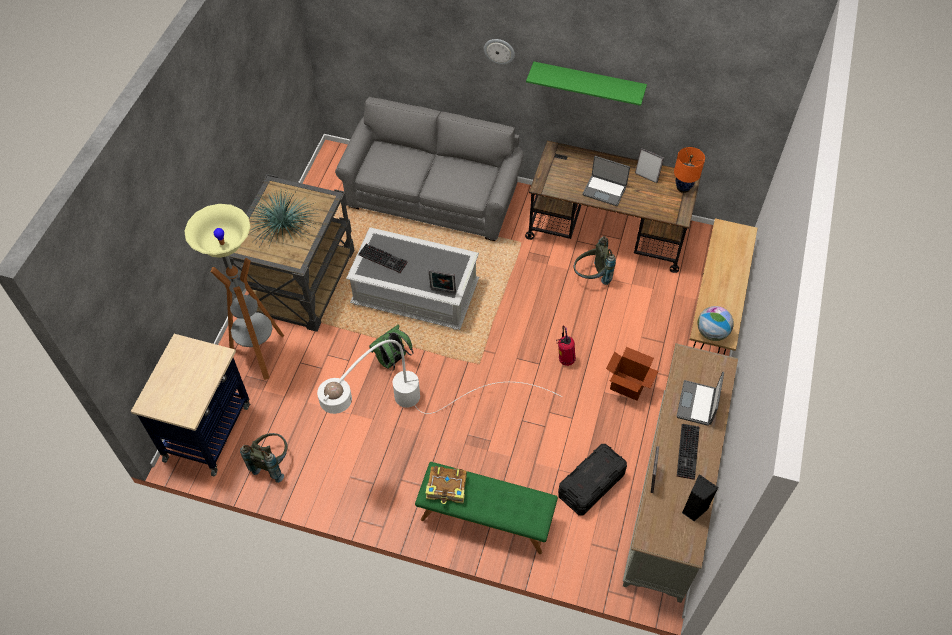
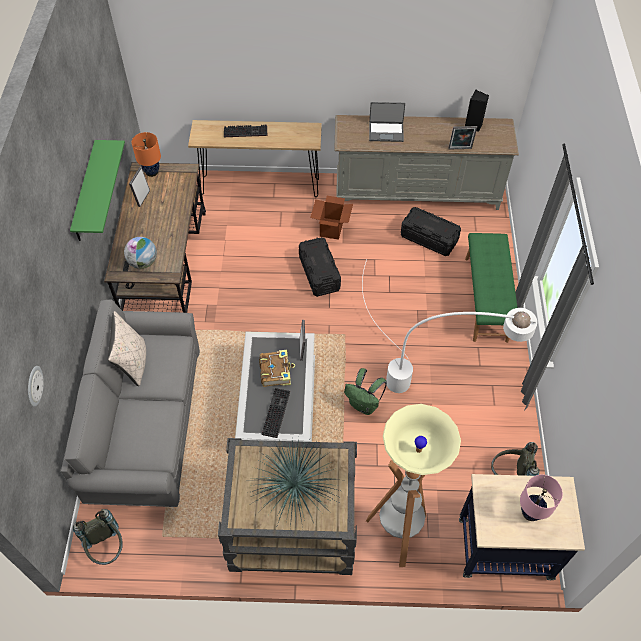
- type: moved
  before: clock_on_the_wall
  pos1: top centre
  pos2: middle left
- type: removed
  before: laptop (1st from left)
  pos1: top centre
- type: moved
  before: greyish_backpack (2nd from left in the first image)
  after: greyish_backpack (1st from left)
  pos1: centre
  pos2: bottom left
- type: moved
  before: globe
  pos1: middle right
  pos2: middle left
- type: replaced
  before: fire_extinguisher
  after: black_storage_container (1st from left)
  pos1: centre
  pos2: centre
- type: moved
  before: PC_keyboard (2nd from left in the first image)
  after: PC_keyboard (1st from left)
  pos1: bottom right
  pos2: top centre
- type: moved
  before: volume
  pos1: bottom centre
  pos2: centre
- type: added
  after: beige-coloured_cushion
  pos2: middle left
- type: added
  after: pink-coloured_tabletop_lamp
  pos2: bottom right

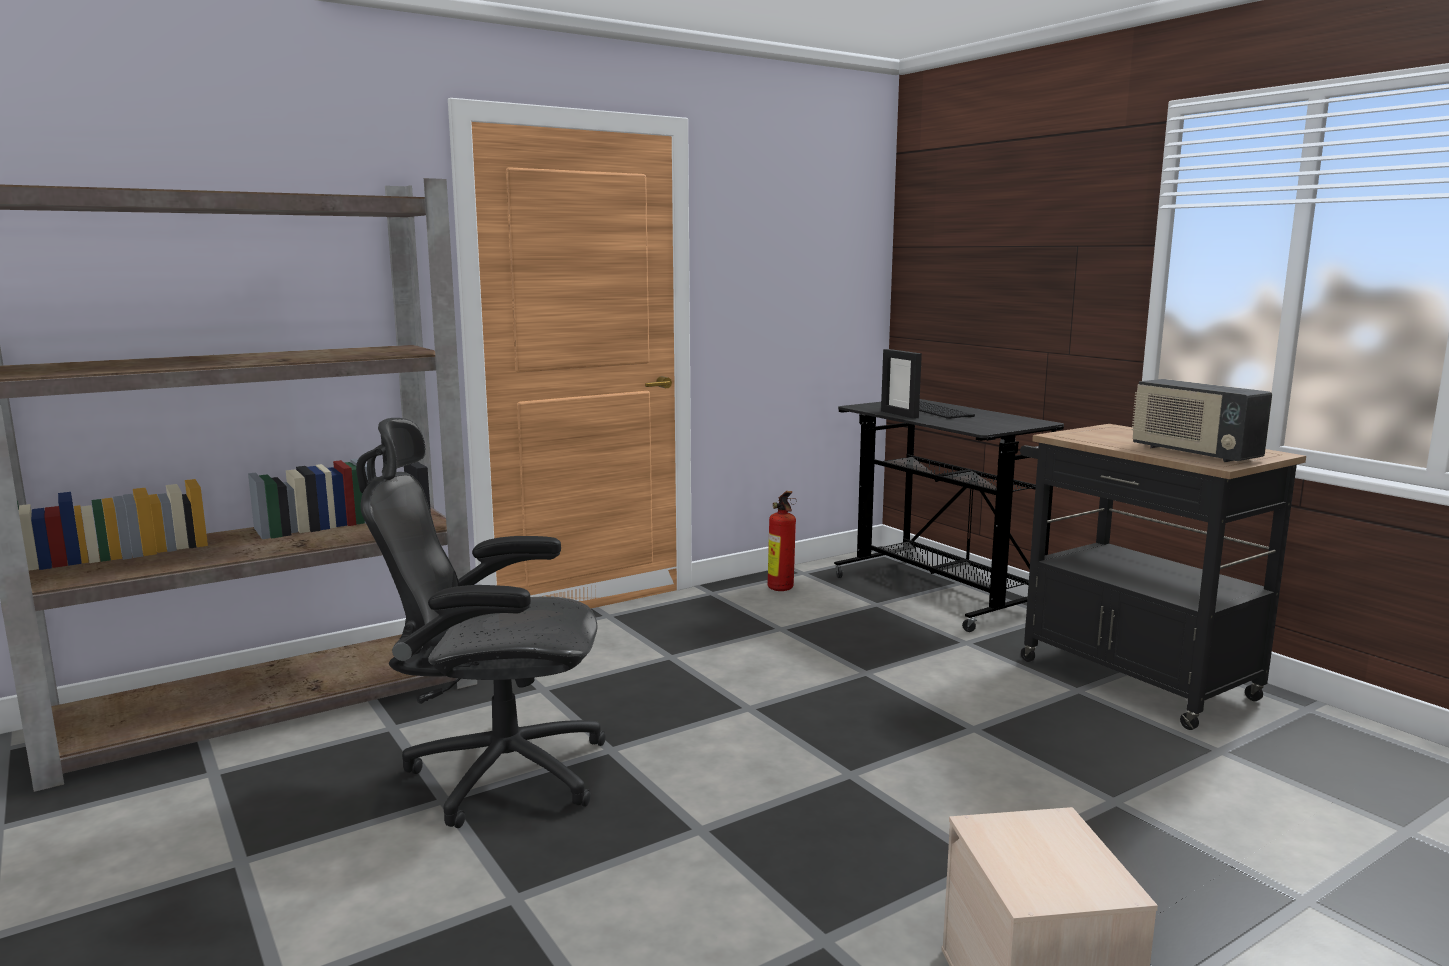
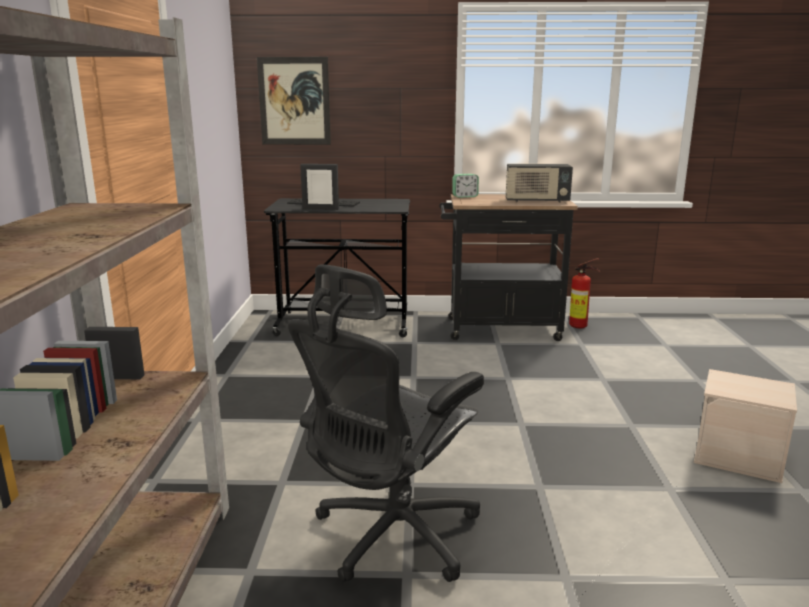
- type: moved
  before: fire_extinguisher
  pos1: centre
  pos2: middle right
- type: added
  after: wall_art
  pos2: top centre
- type: added
  after: table_clock
  pos2: top centre

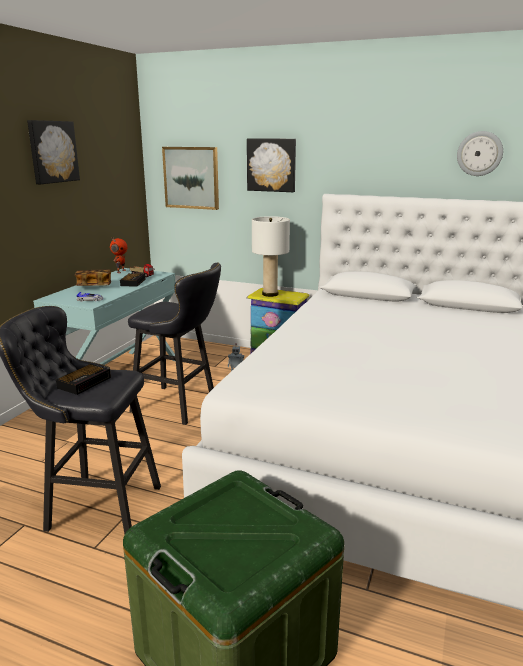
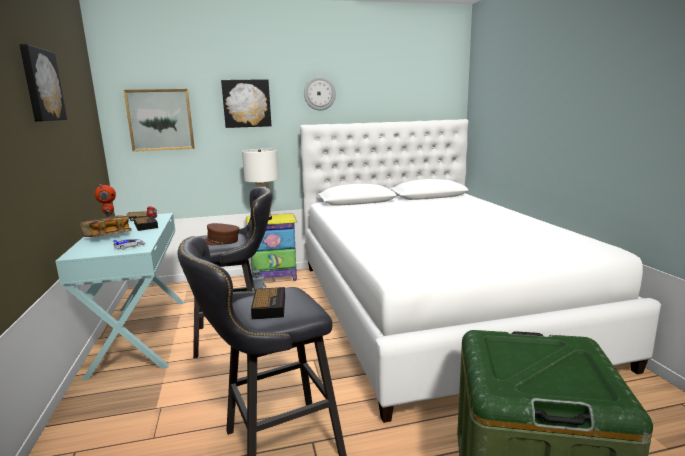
- type: moved
  before: clock_on_the_wall
  pos1: top right
  pos2: top centre
- type: added
  after: brown_baseball_cap
  pos2: middle left

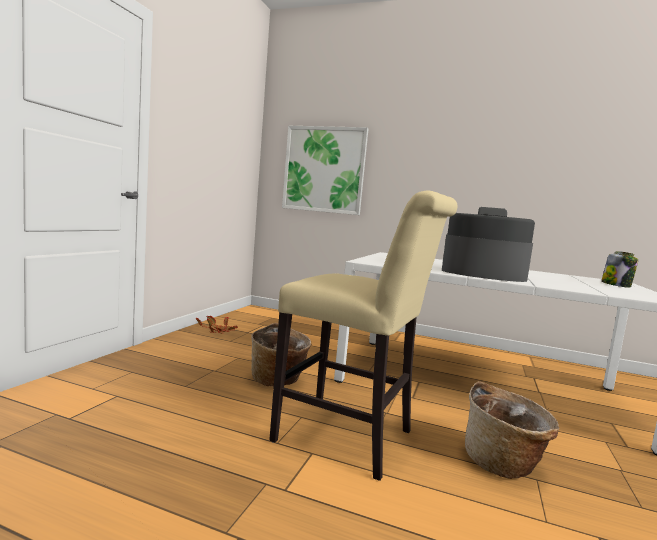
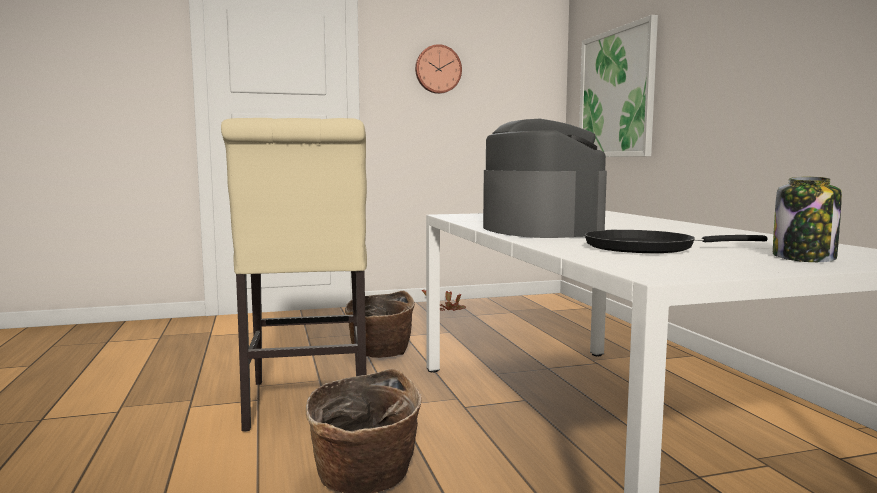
- type: added
  after: clock_on_the_wall
  pos2: top centre
- type: added
  after: black_skillet
  pos2: middle right

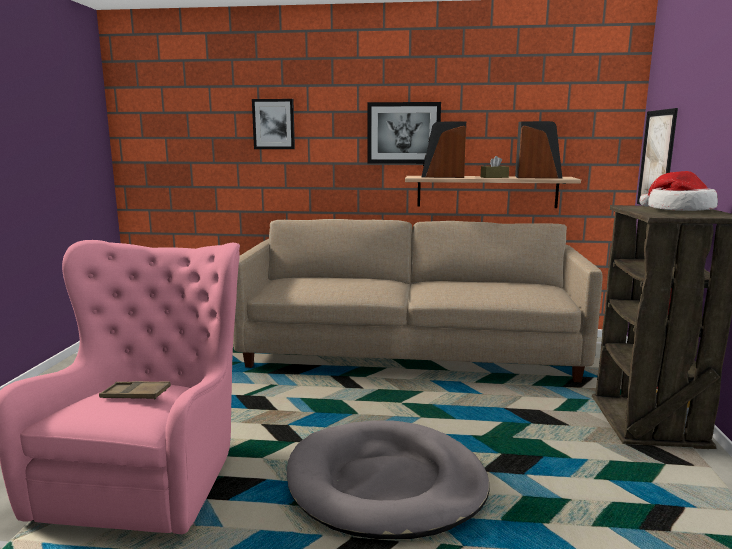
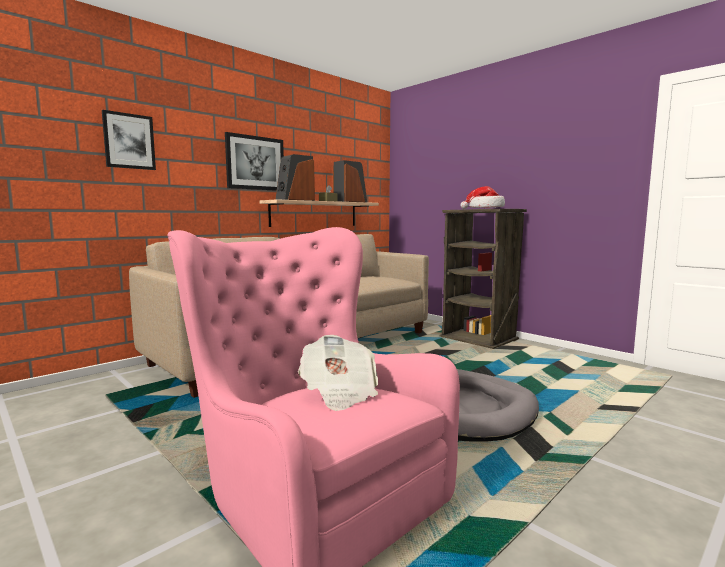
- type: removed
  before: wall_art (3rd from left)
  pos1: top right
- type: replaced
  before: brown_tray
  after: newspaper
  pos1: bottom left
  pos2: centre

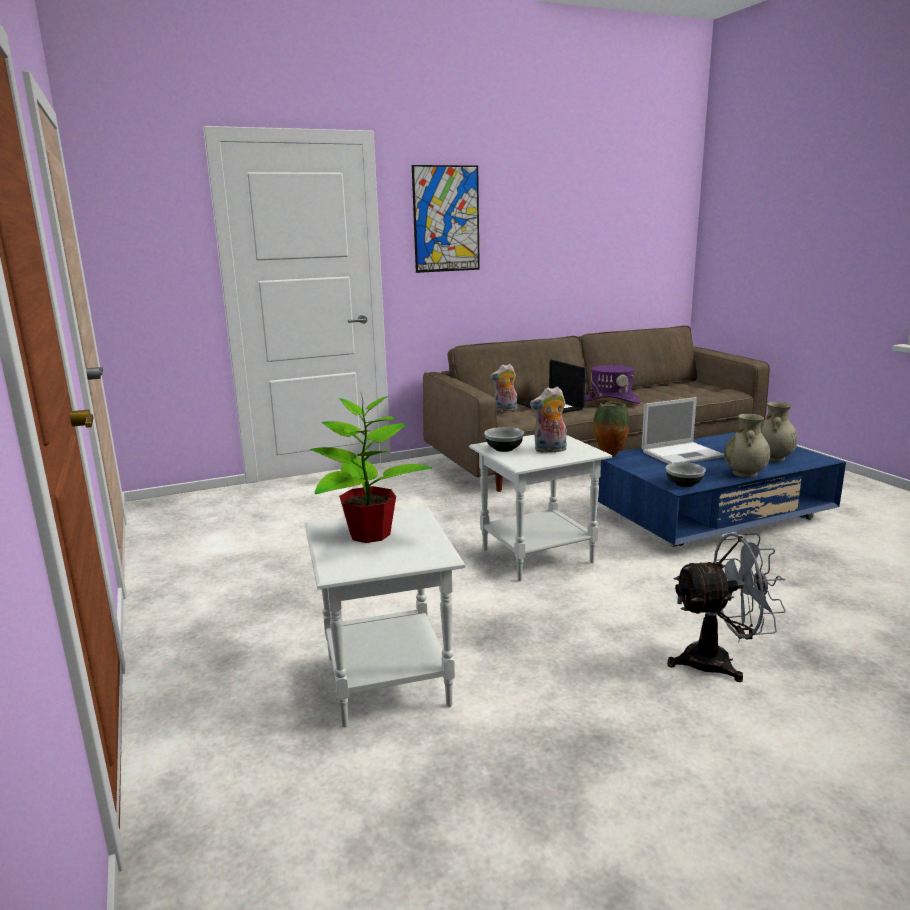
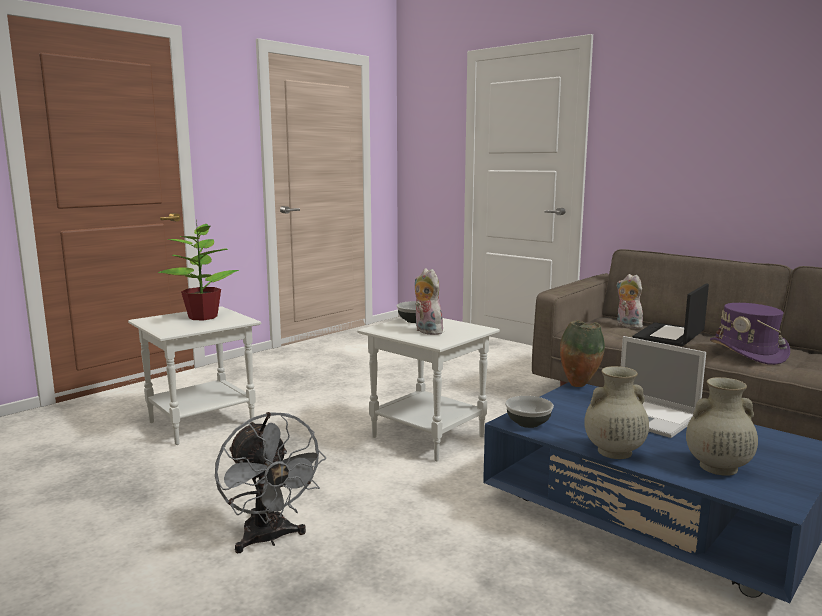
- type: removed
  before: wall_art
  pos1: top centre

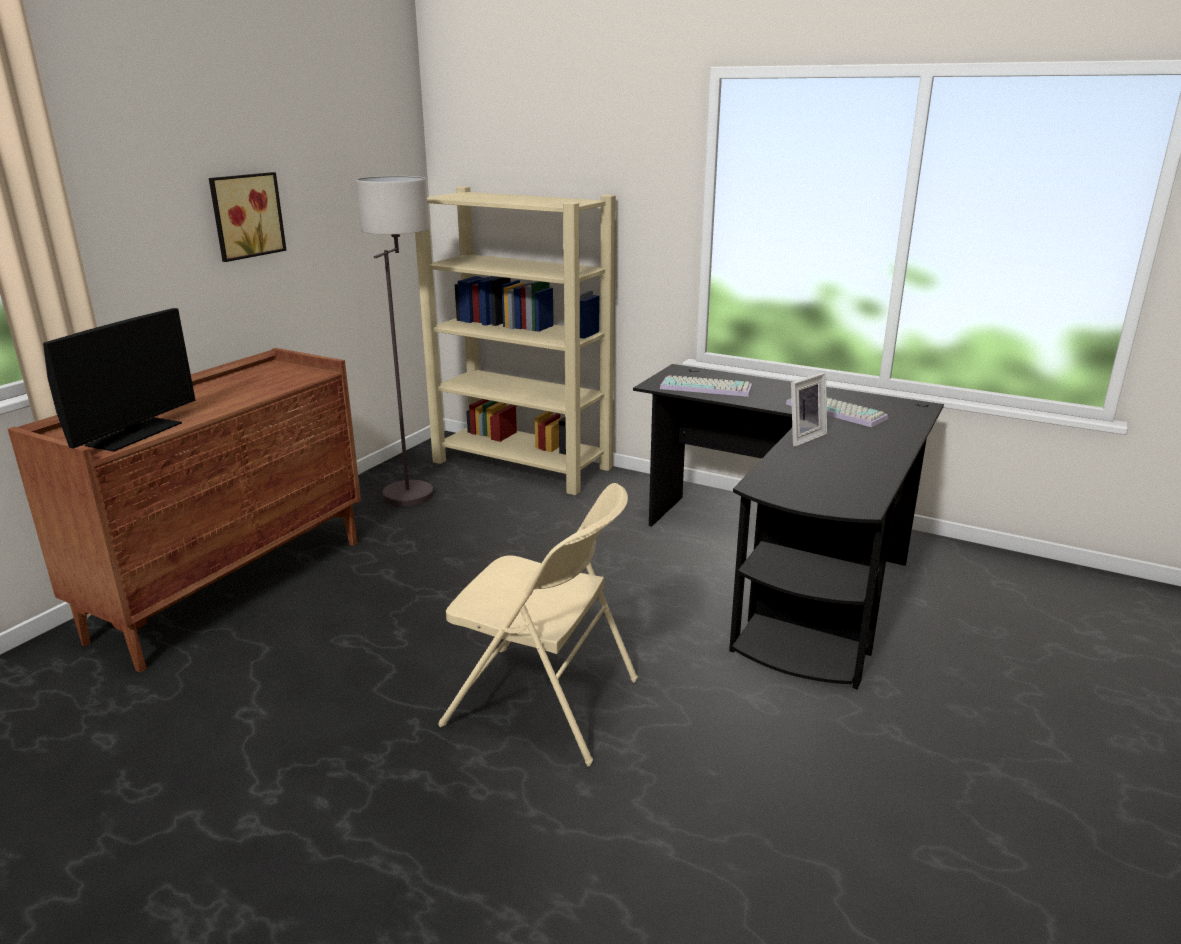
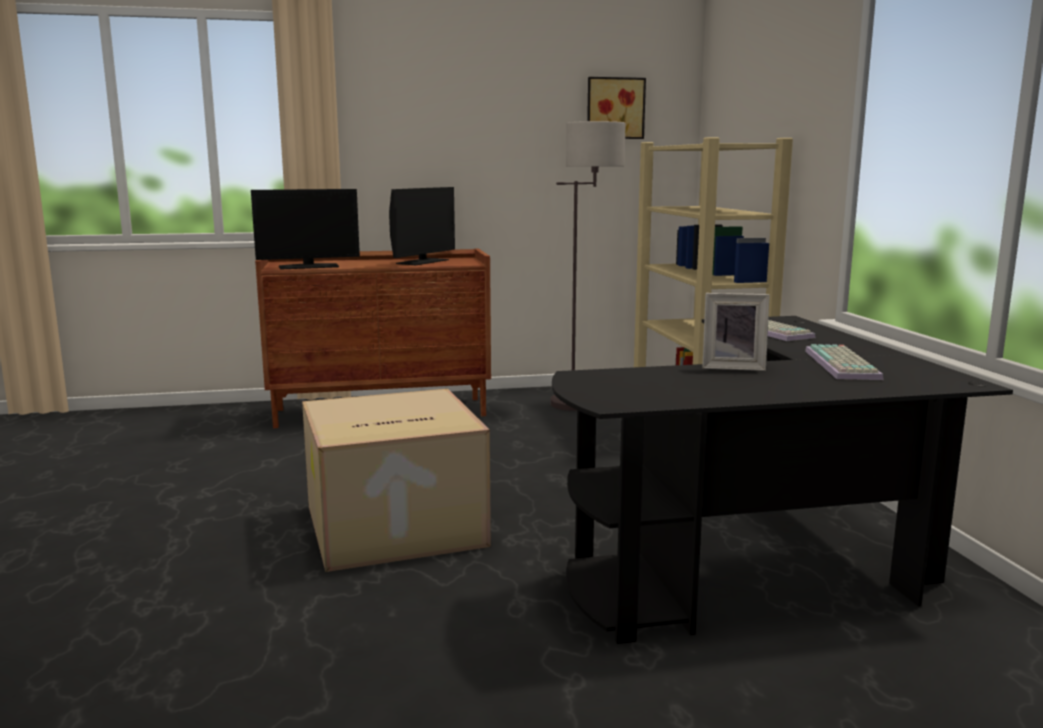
- type: moved
  before: wall_art
  pos1: top left
  pos2: top centre
- type: replaced
  before: beige-coloured_plain_chair
  after: cardboard_box
  pos1: centre
  pos2: centre
- type: added
  after: monitor (2nd from left)
  pos2: top centre

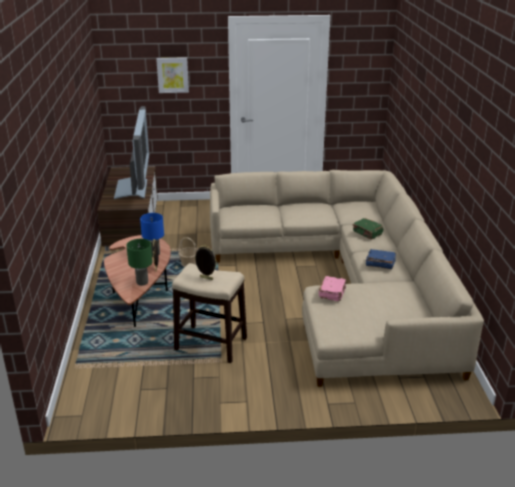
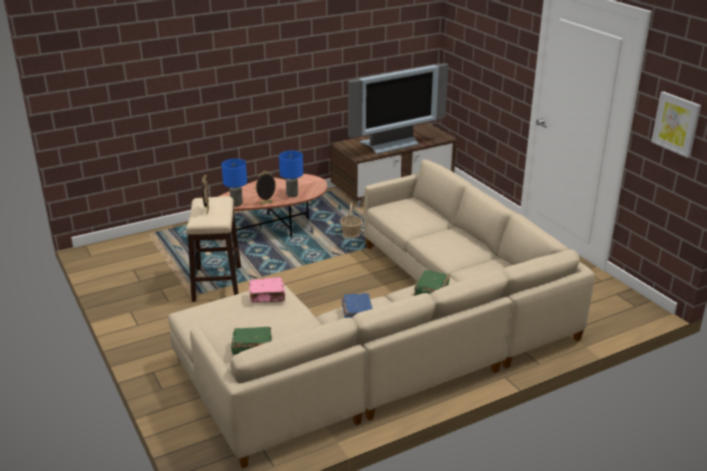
- type: moved
  before: wall_art
  pos1: top centre
  pos2: top right
- type: recoloured
  before: greenish_tabletop_lamp
  after: blue-coloured_tabletop_lamp (1st from left)
  pos1: middle left
  pos2: middle left
- type: added
  after: greenish_volume (1st from left)
  pos2: bottom centre

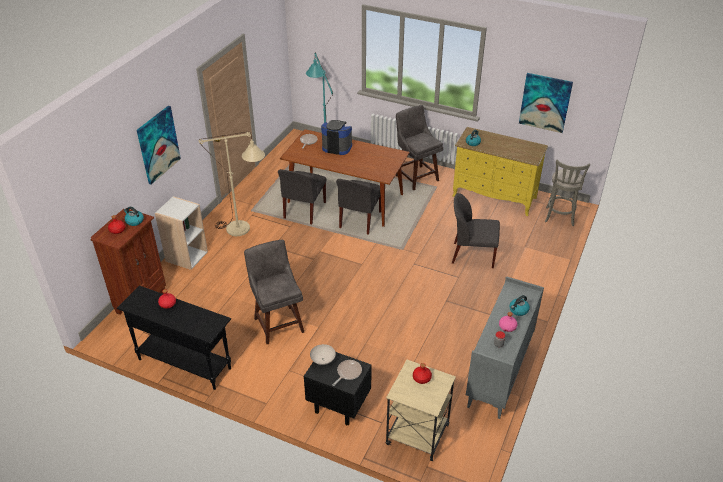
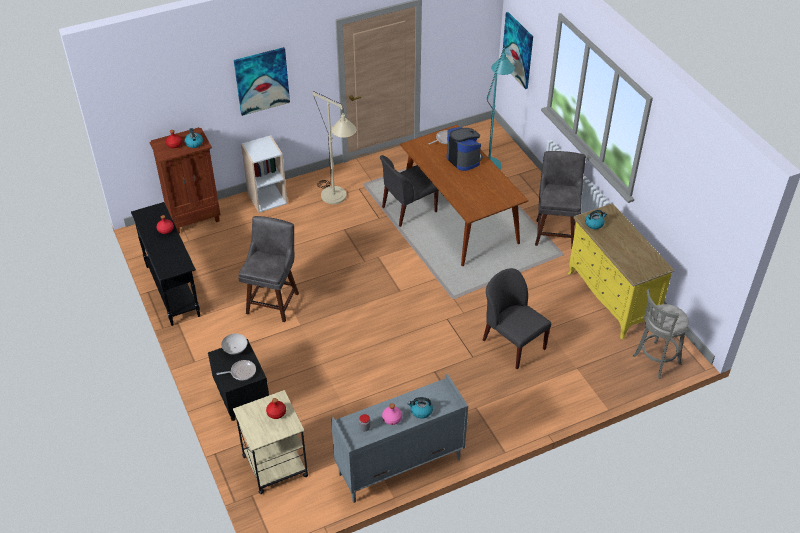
- type: moved
  before: wall_art (2nd from left)
  pos1: top right
  pos2: top centre
- type: removed
  before: greyish_plain_chair (2nd from left)
  pos1: centre

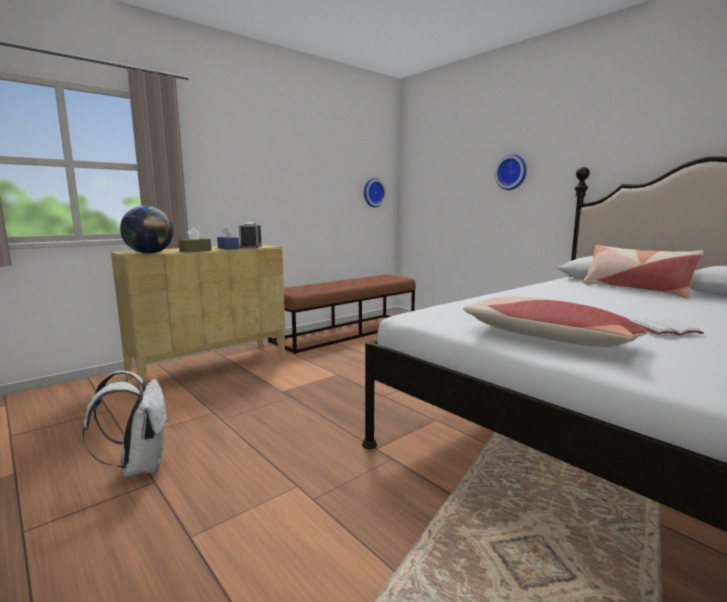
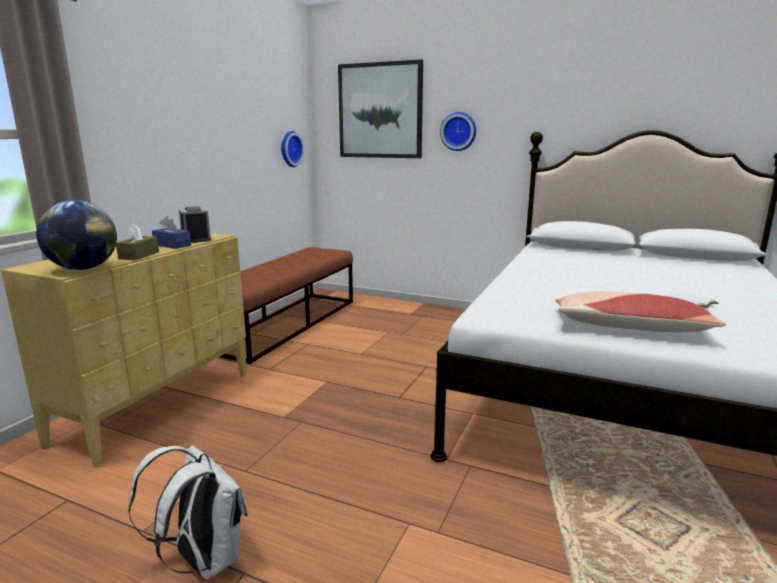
- type: removed
  before: cushion (2nd from left)
  pos1: middle right
- type: added
  after: wall_art
  pos2: top centre

